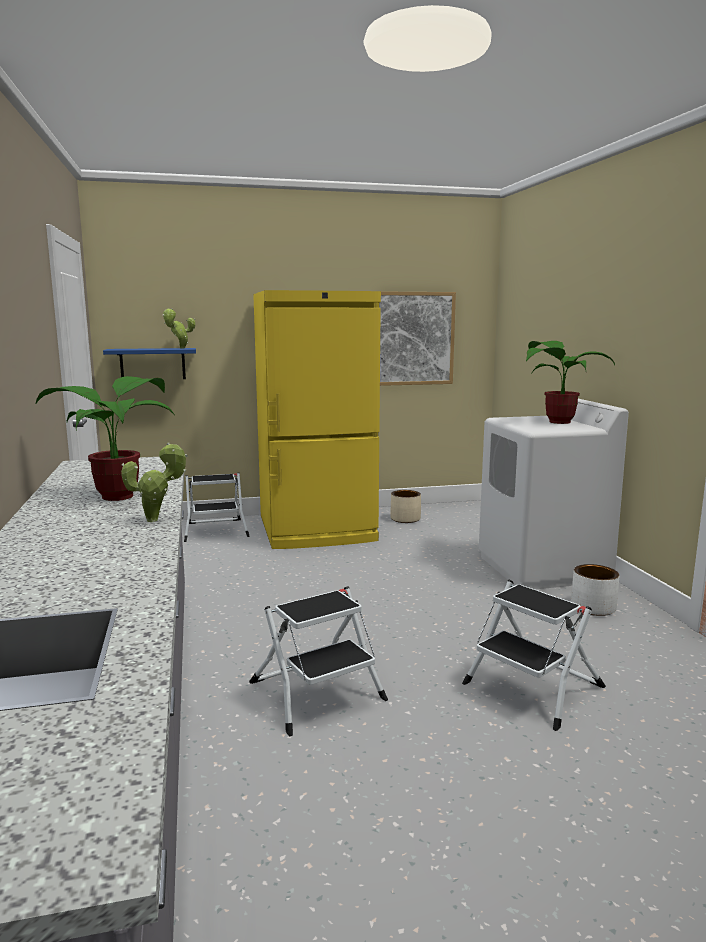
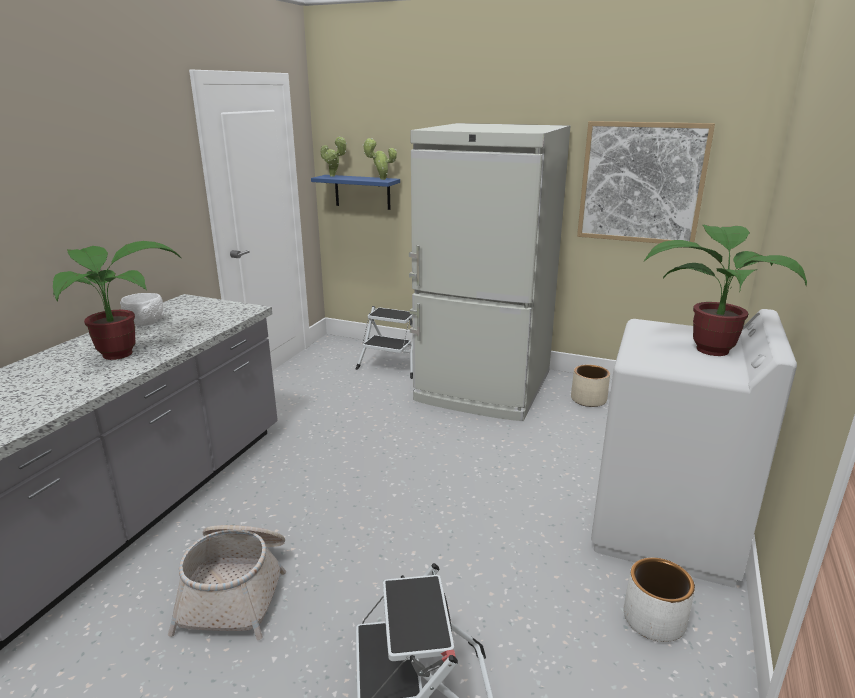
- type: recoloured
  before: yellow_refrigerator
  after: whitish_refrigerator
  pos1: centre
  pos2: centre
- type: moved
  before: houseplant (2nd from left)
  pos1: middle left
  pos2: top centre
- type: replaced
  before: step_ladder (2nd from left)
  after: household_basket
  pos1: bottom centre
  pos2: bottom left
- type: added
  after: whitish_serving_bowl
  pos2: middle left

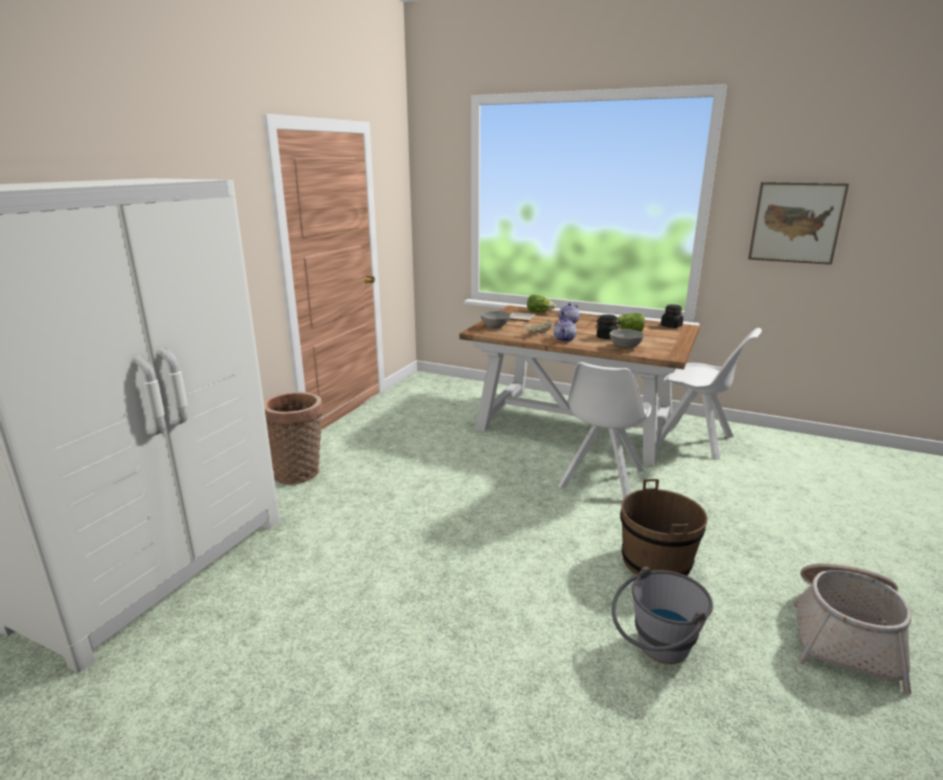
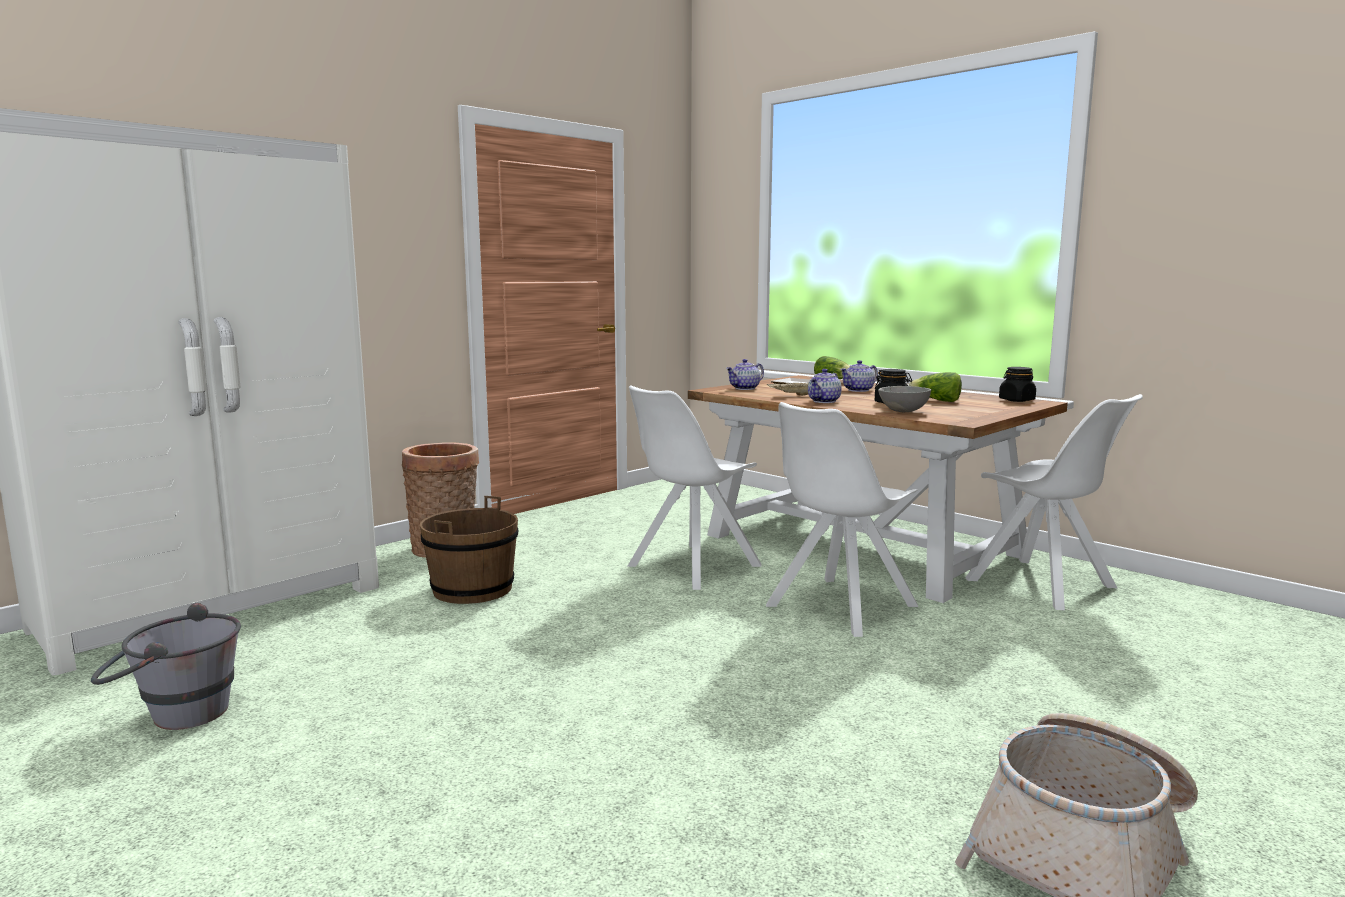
- type: removed
  before: wall_art
  pos1: top right
- type: replaced
  before: greyish_serving_bowl (1st from left)
  after: tea_pot (1st from left)
  pos1: centre
  pos2: centre
- type: moved
  before: brown_pail
  pos1: bottom right
  pos2: centre
- type: moved
  before: greyish_pail
  pos1: bottom right
  pos2: bottom left
- type: added
  after: whitish_plain_chair (1st from left)
  pos2: centre

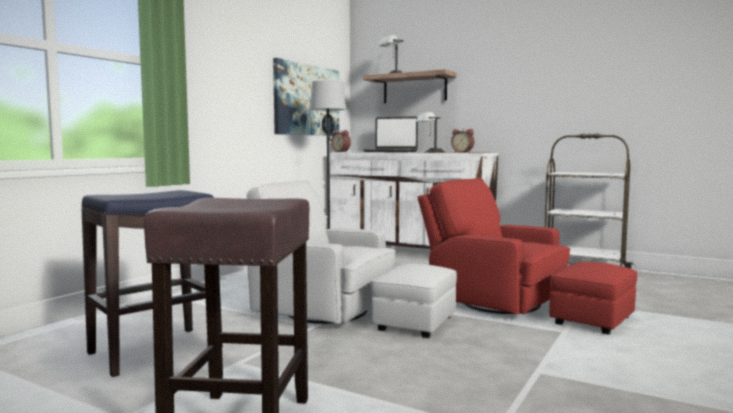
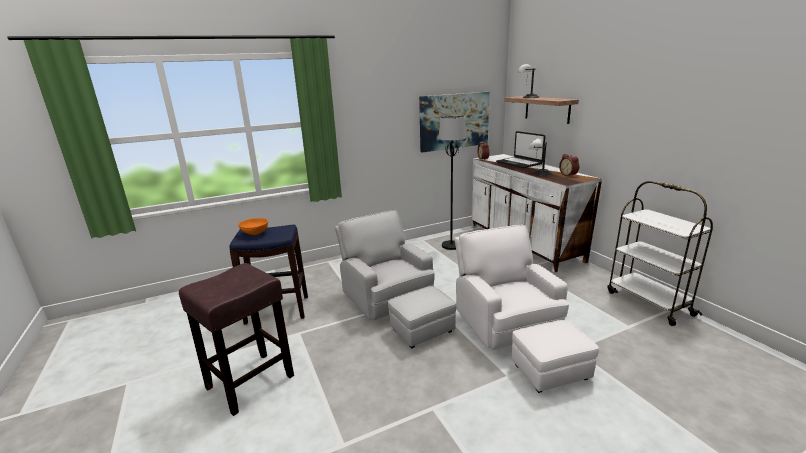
- type: recoloured
  before: reddish_easy_chair
  after: whitish_easy_chair (2nd from left)
  pos1: middle right
  pos2: bottom centre
- type: added
  after: orange-coloured_serving_bowl
  pos2: middle left

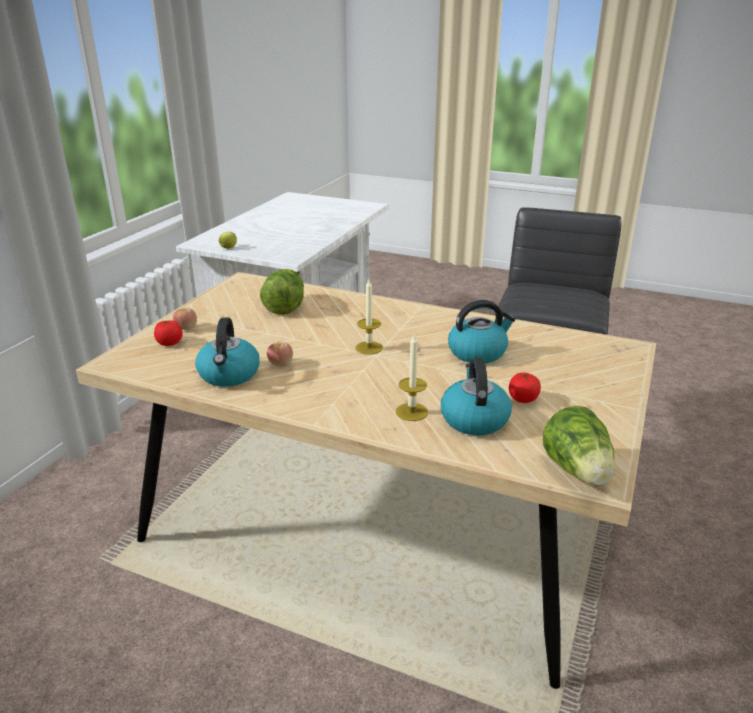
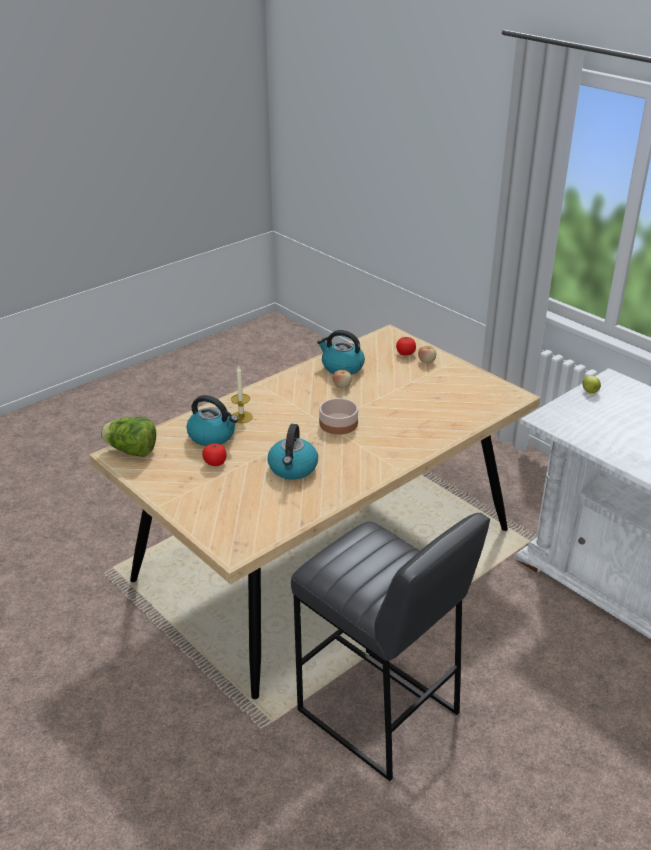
- type: removed
  before: lettuce (1st from left)
  pos1: centre
- type: replaced
  before: candle (1st from left)
  after: serving_bowl
  pos1: centre
  pos2: centre

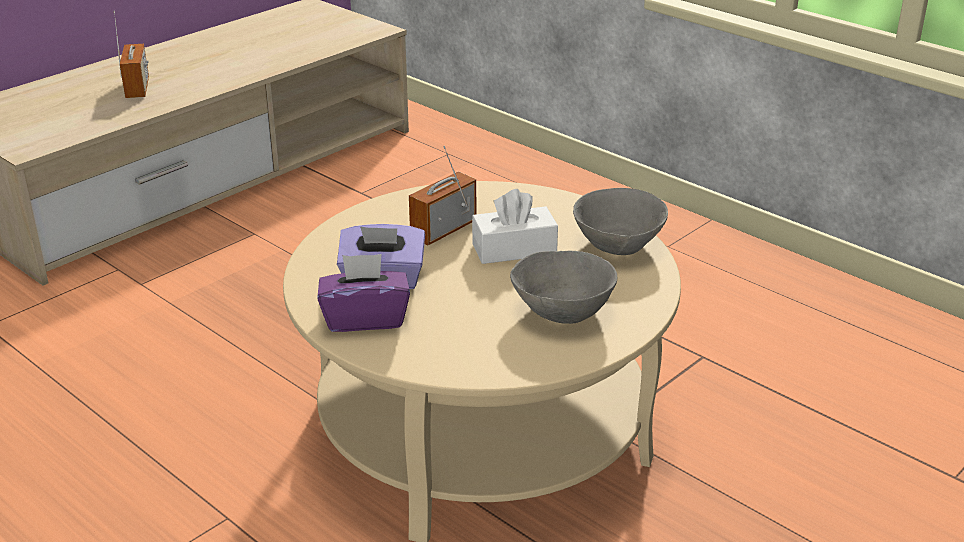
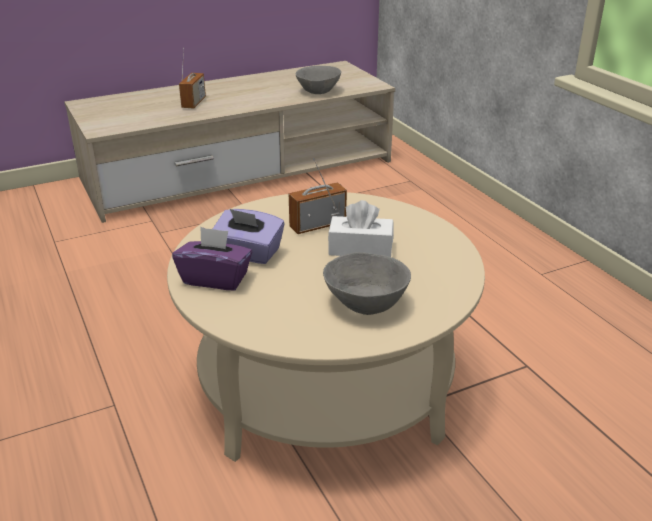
- type: moved
  before: greyish_serving_bowl (2nd from left in the first image)
  after: greyish_serving_bowl (1st from left)
  pos1: centre
  pos2: top centre

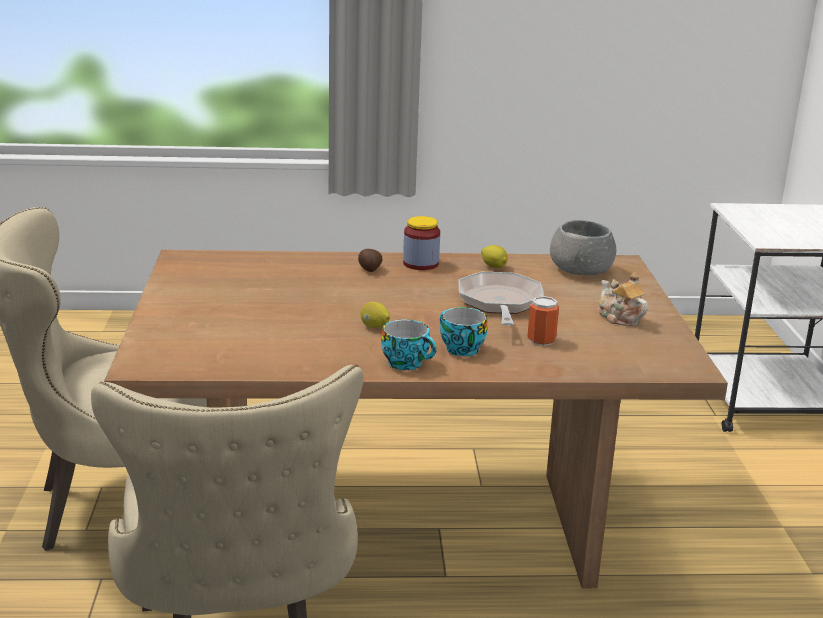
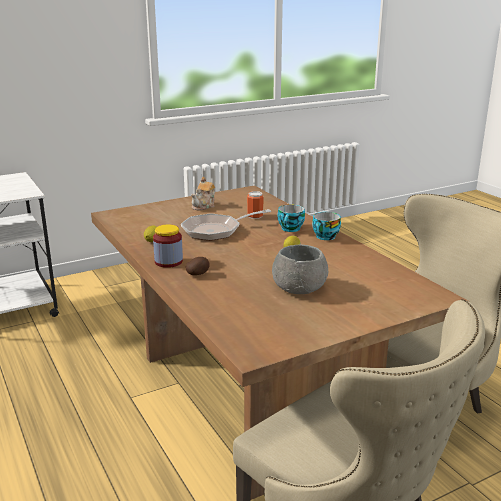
- type: moved
  before: greyish_serving_bowl
  pos1: middle right
  pos2: centre

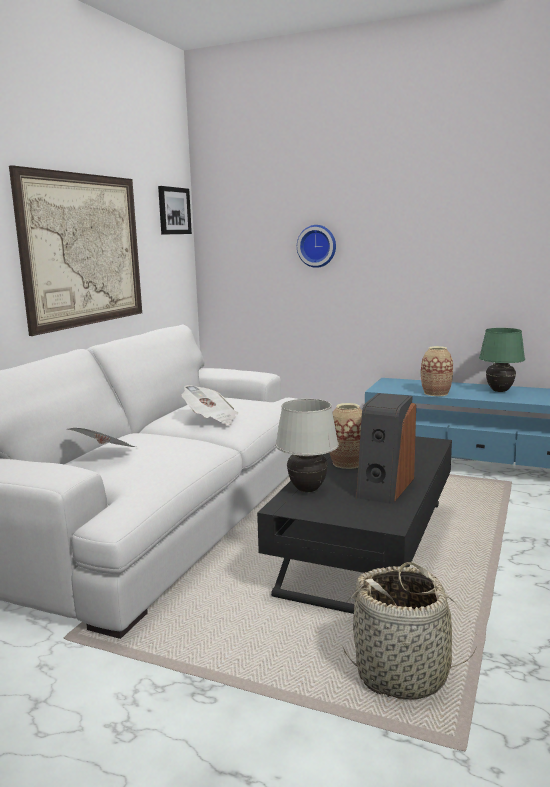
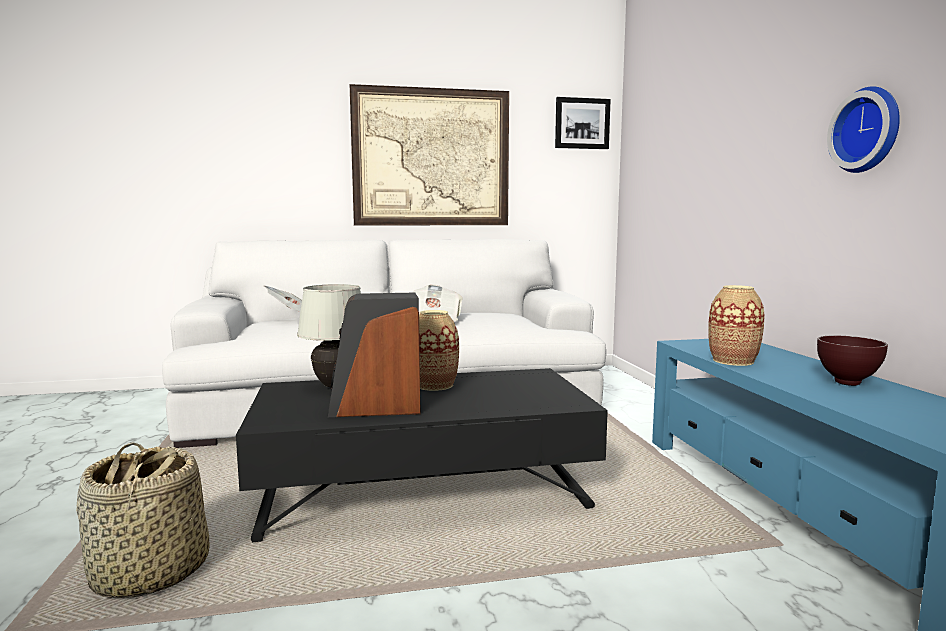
- type: moved
  before: clock_on_the_wall
  pos1: top centre
  pos2: top right
- type: replaced
  before: greenish_tabletop_lamp
  after: brown_serving_bowl
  pos1: middle right
  pos2: middle right

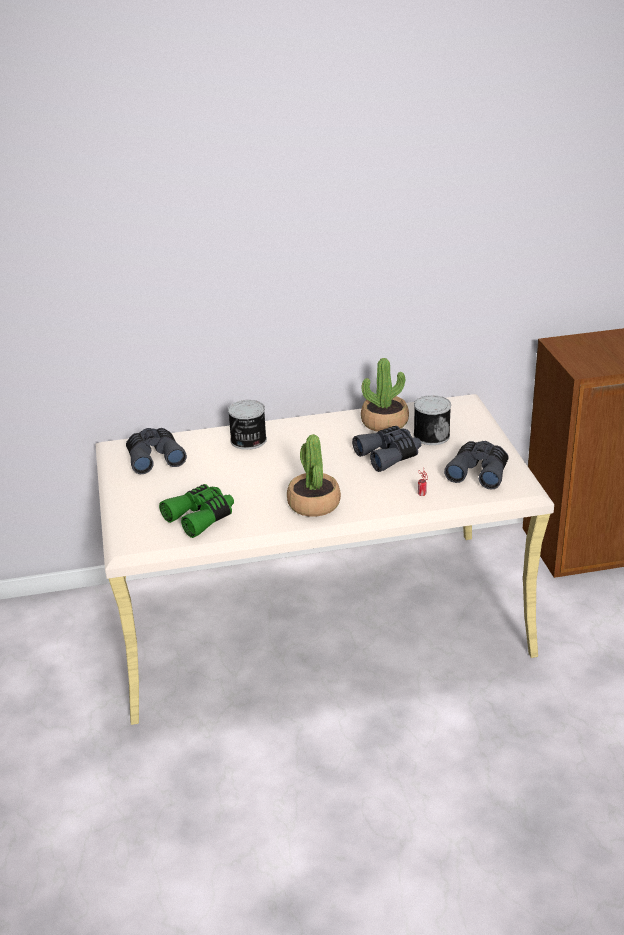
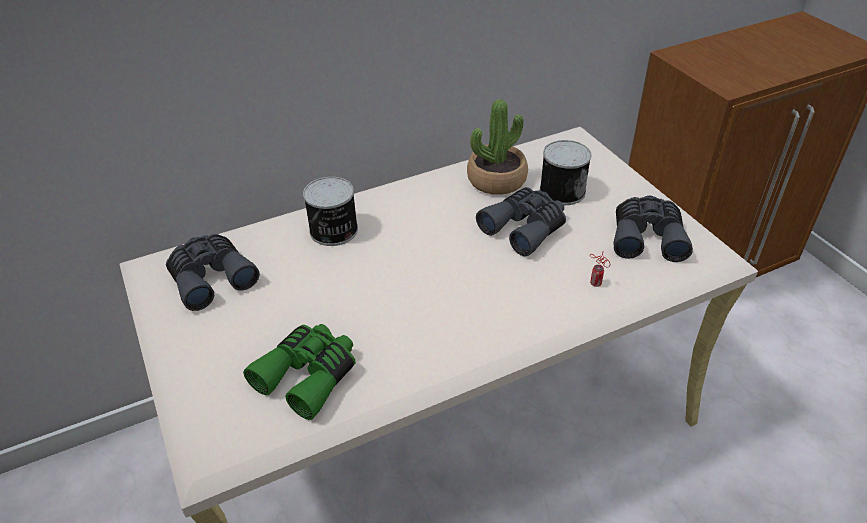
- type: removed
  before: houseplant (1st from left)
  pos1: centre

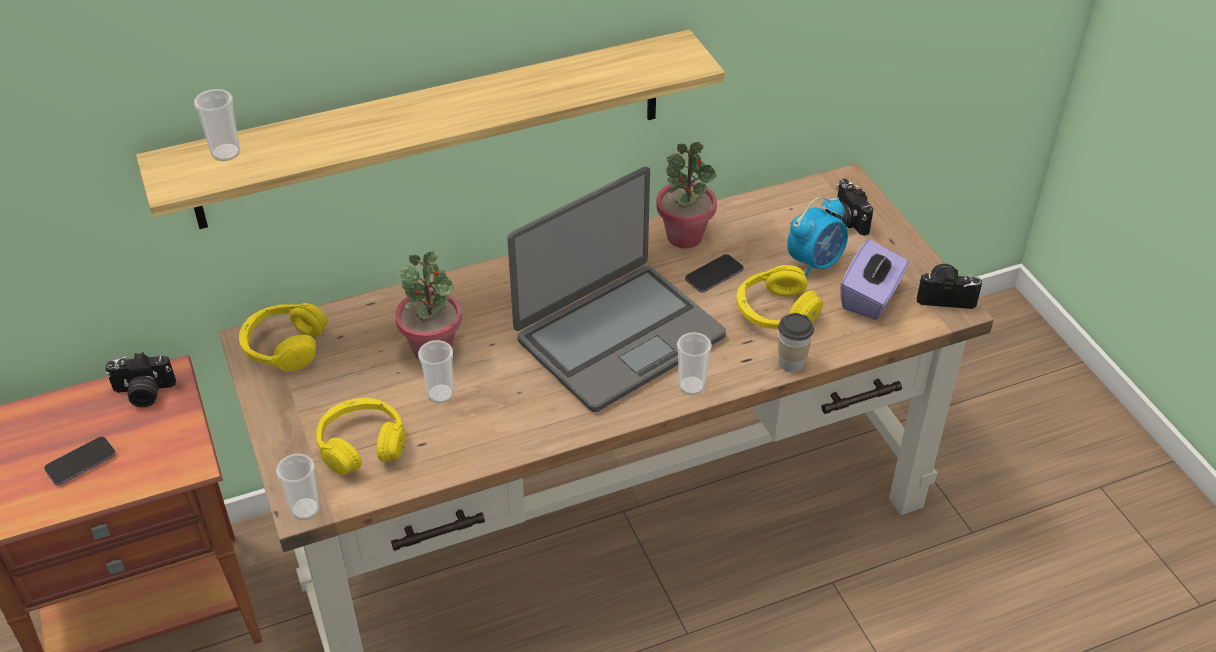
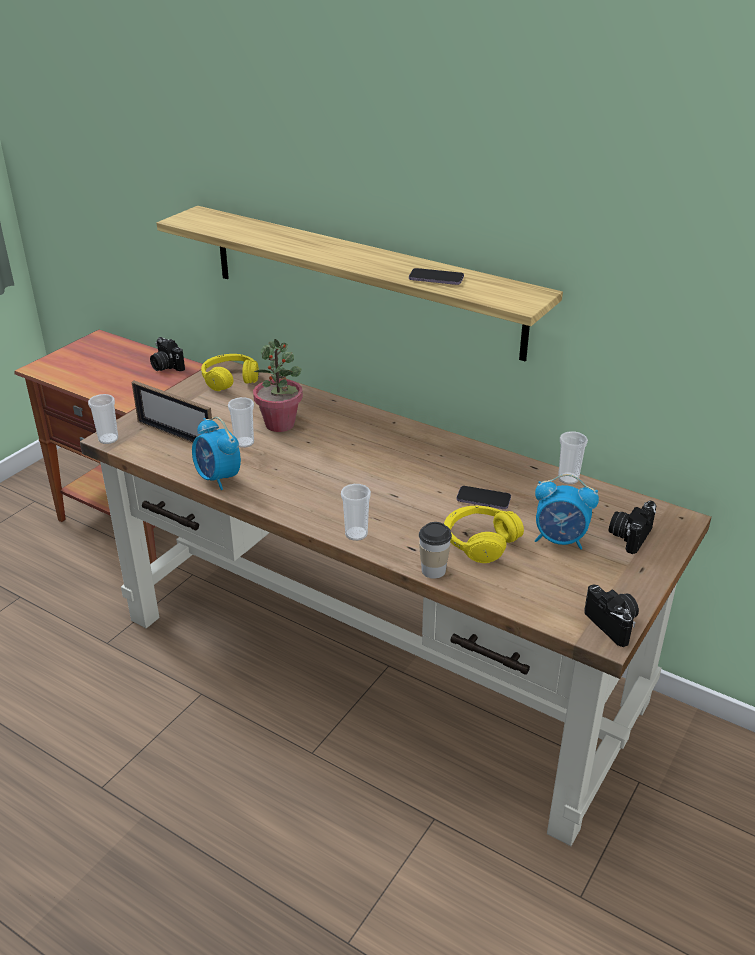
- type: moved
  before: small_cup (1st from left in the first image)
  after: small_cup (5th from left)
  pos1: top left
  pos2: middle right
- type: removed
  before: houseplant (2nd from left)
  pos1: top centre
- type: removed
  before: laptop
  pos1: centre
- type: removed
  before: purple-coloured_tissue_box
  pos1: middle right
- type: replaced
  before: yellow_pair_of_headphones (2nd from left)
  after: photo_frame
  pos1: bottom left
  pos2: middle left
- type: moved
  before: telephone (1st from left)
  pos1: bottom left
  pos2: top centre
- type: added
  after: table_clock (1st from left)
  pos2: middle left

